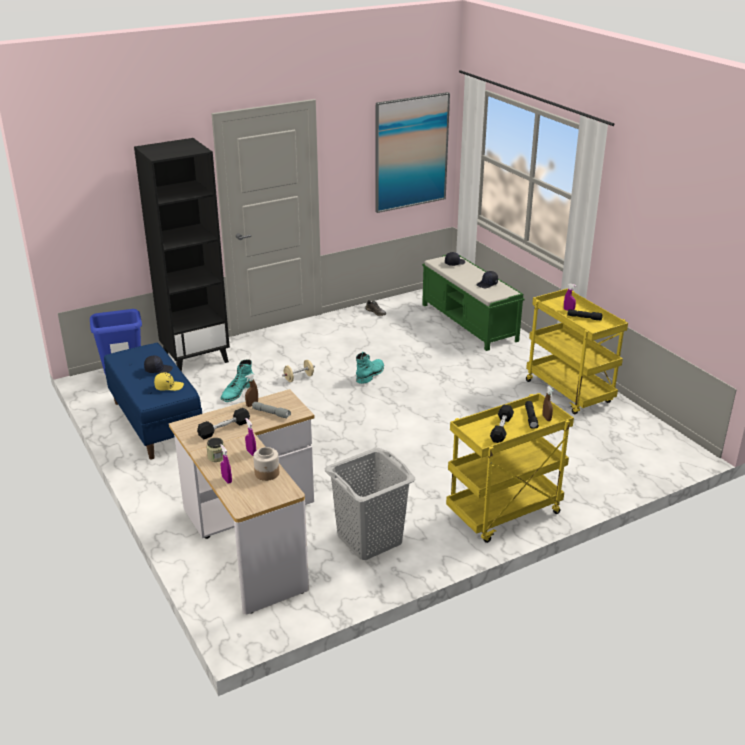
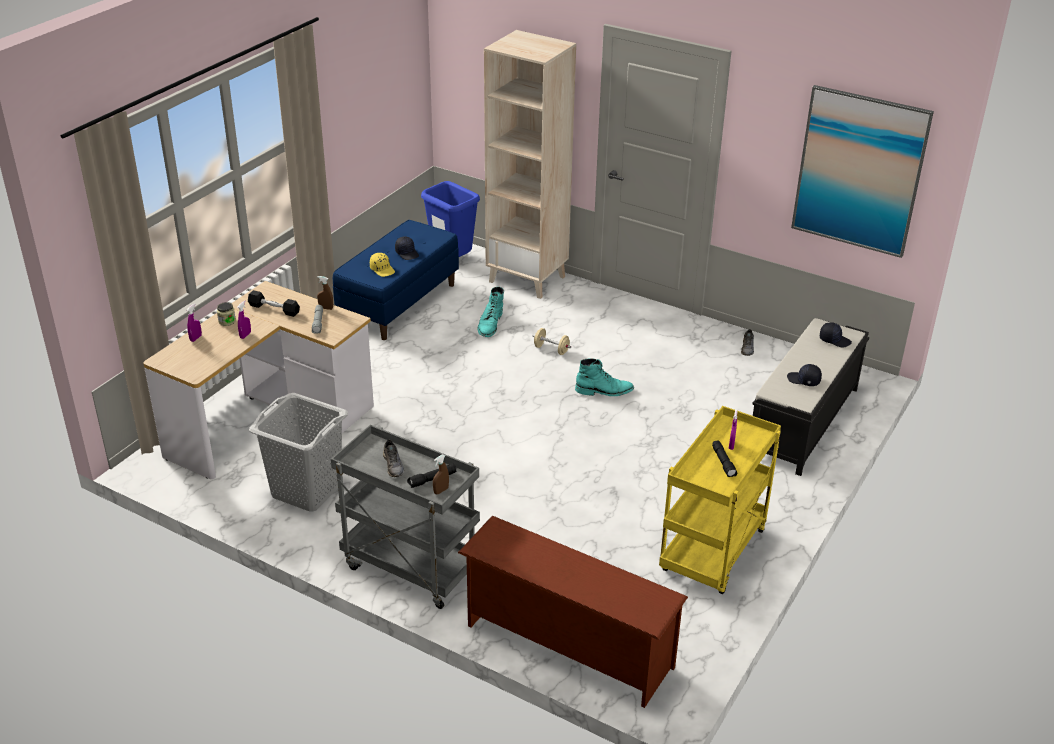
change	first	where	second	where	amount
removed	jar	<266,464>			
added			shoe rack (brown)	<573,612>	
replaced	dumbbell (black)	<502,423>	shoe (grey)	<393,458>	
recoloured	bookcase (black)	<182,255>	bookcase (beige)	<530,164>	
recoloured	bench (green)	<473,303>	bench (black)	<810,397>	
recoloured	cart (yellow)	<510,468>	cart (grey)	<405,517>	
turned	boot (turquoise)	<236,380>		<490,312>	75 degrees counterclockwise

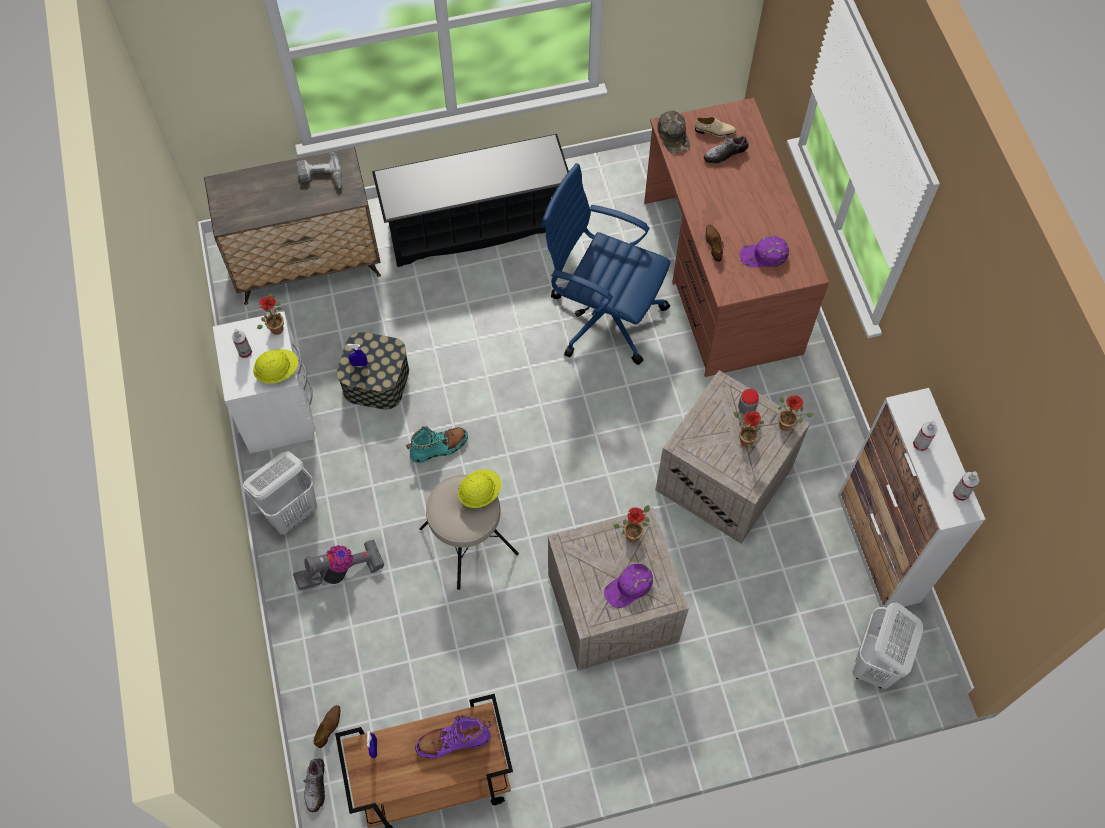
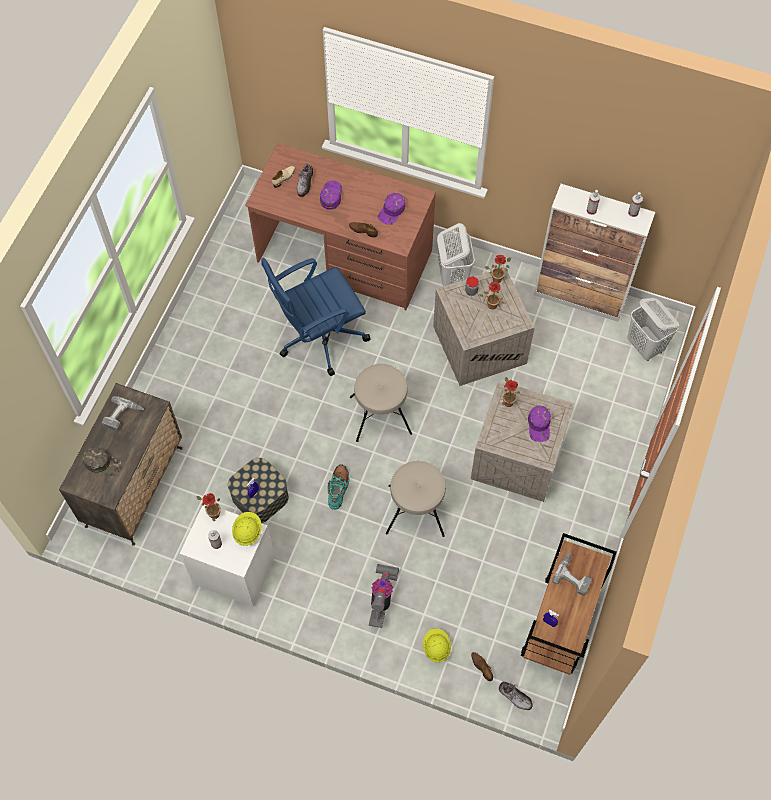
change	first	where	second	where	amount
removed	shoe rack (black)	<470,200>			
added			cap (purple)	<331,195>	
added			stool (beige)	<381,403>	
moved	laundry basket (white)	<280,493>		<456,255>	
moved	hard hat (yellow)	<479,488>		<437,645>	
moved	cap (green)	<673,131>		<102,461>	
replaced	boot (purple)	<453,737>	power drill	<572,574>	

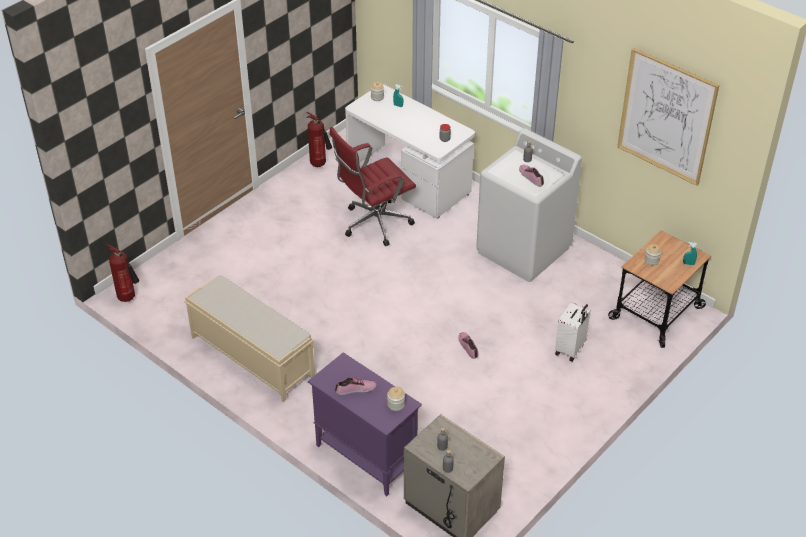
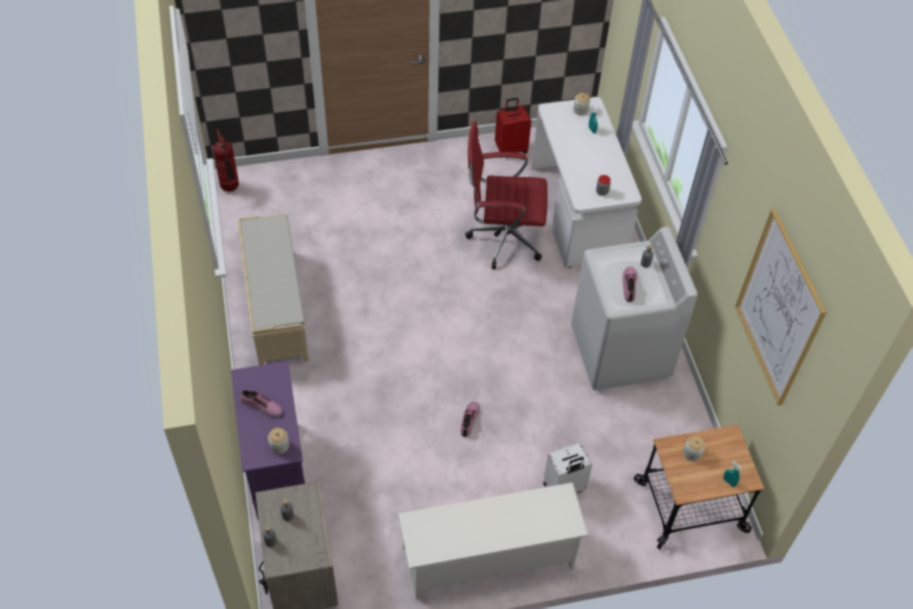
change	first	where	second	where	amount
added			shoe rack (white)	<493,540>	
replaced	fire extinguisher	<319,139>	suitcase (red)	<513,126>	

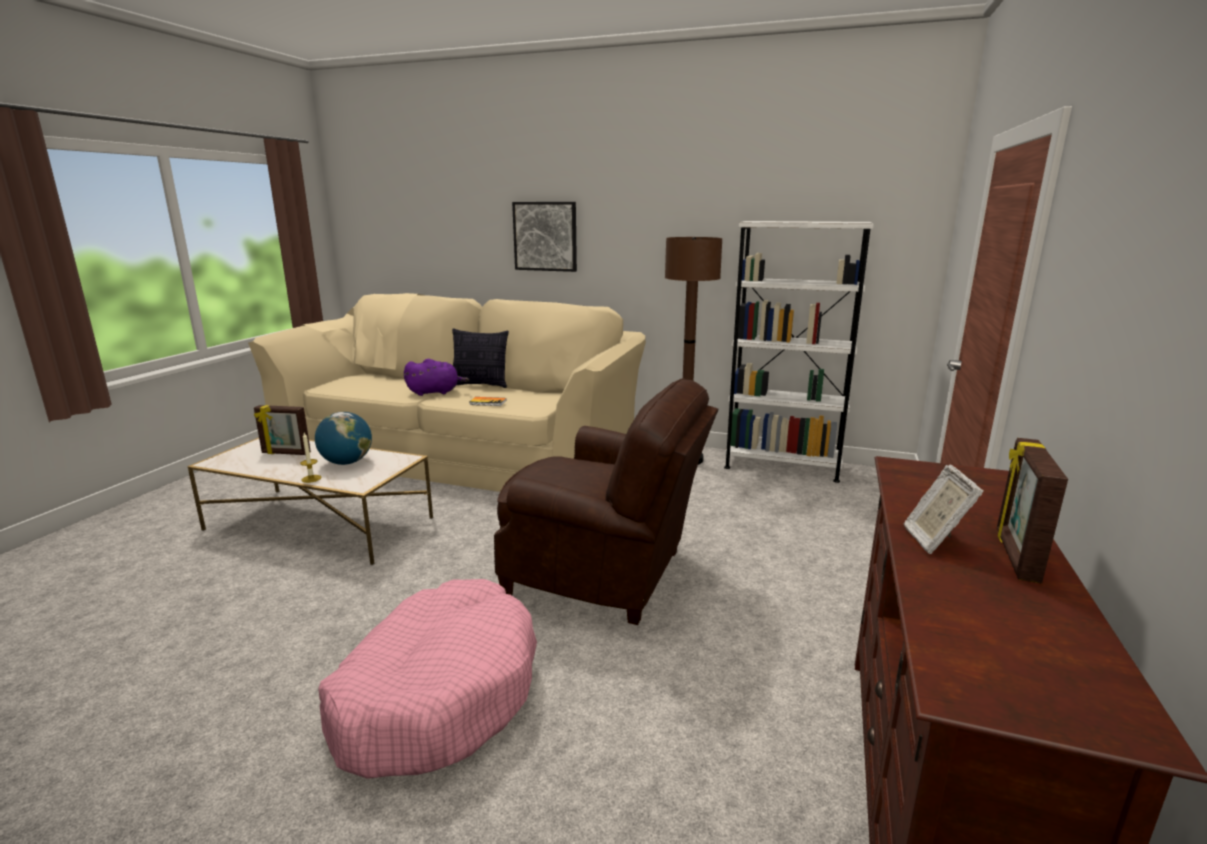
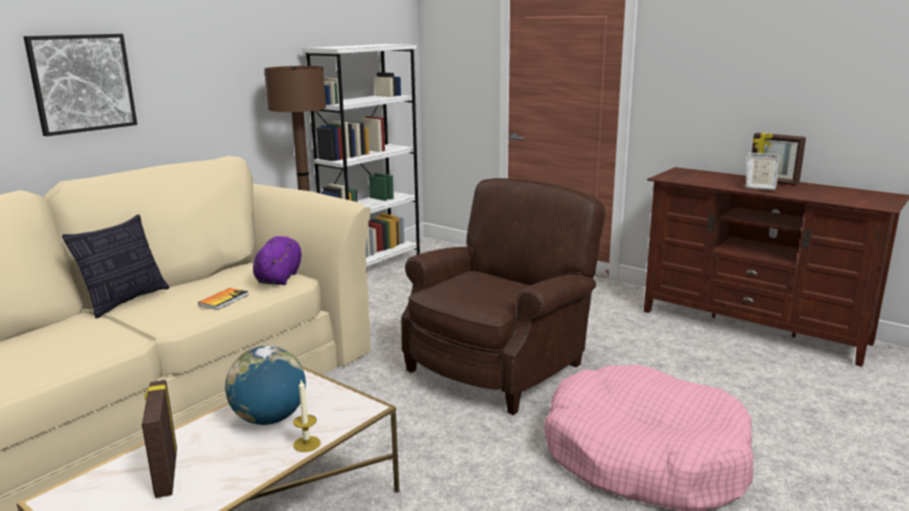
change	first	where	second	where	amount
moved	plush toy (purple)	<436,377>		<277,260>	
turned	picture frame	<282,430>		<159,439>	135 degrees clockwise

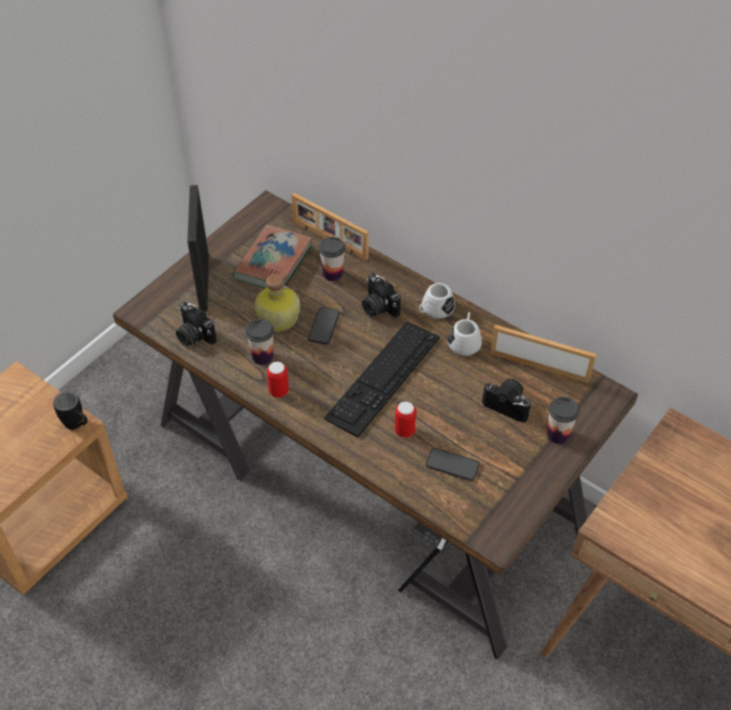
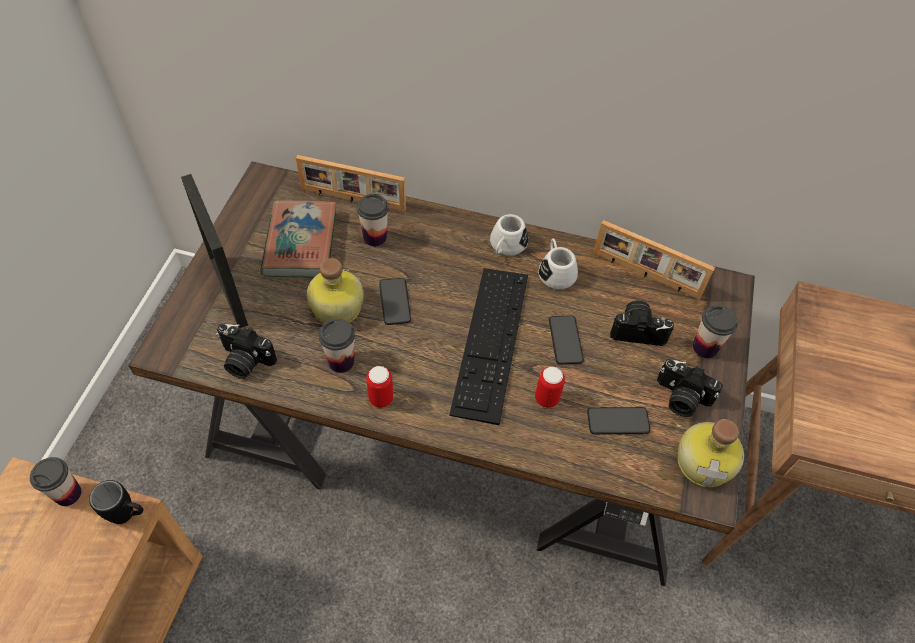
change	first	where	second	where	amount
added			cup	<55,481>	
added			phone	<566,340>	
added			bottle	<711,453>	
moved	photo camera	<381,295>		<690,388>	
turned	picture frame	<543,354>		<654,260>	150 degrees counterclockwise

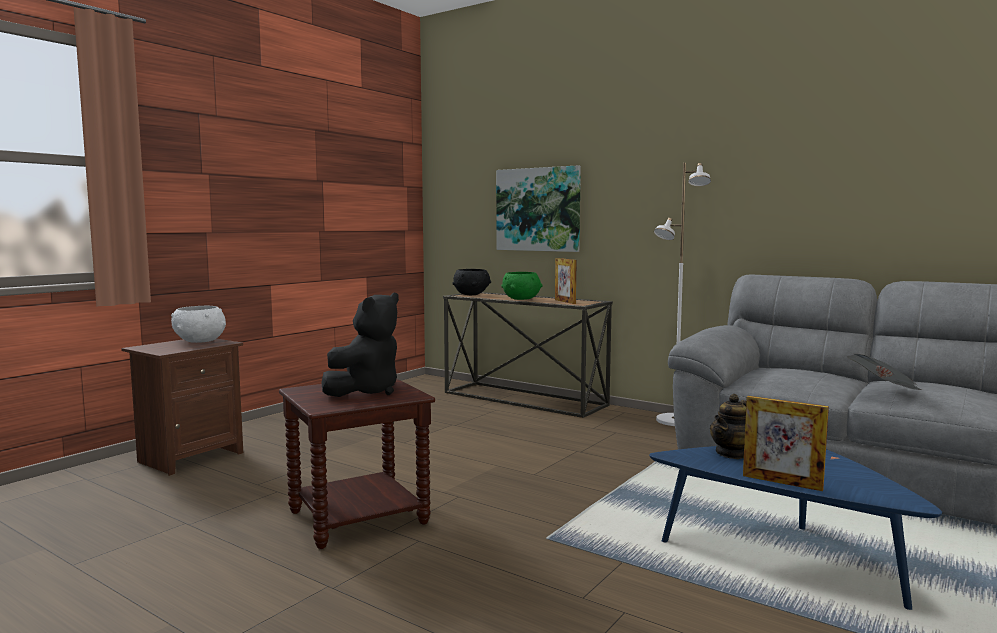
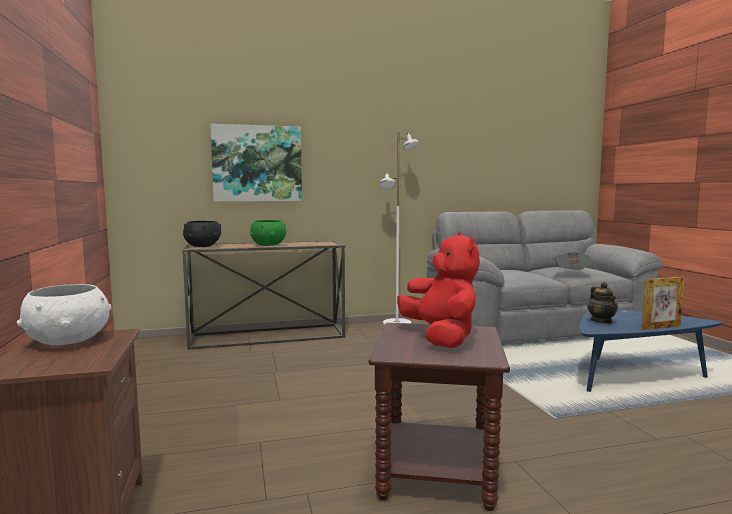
change	first	where	second	where	amount
removed	picture frame	<566,281>			
recoloured	plush toy (black)	<360,345>	plush toy (red)	<438,290>	

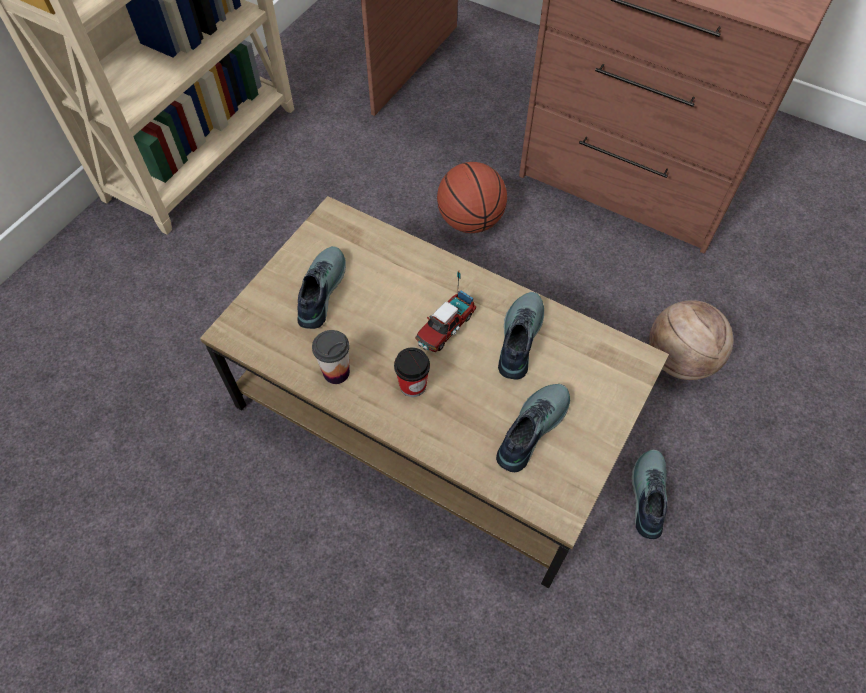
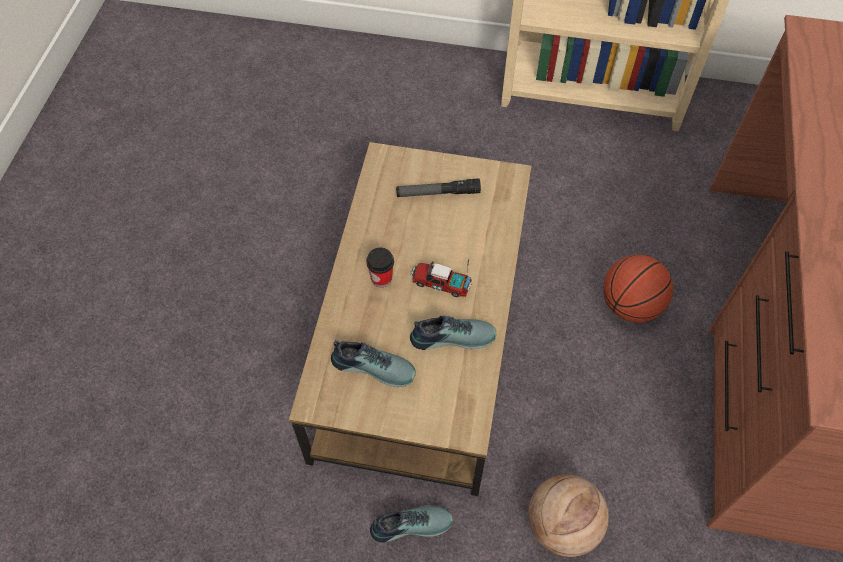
change	first	where	second	where	amount
removed	cup	<331,357>			
replaced	shoe	<321,287>	flashlight	<438,187>	

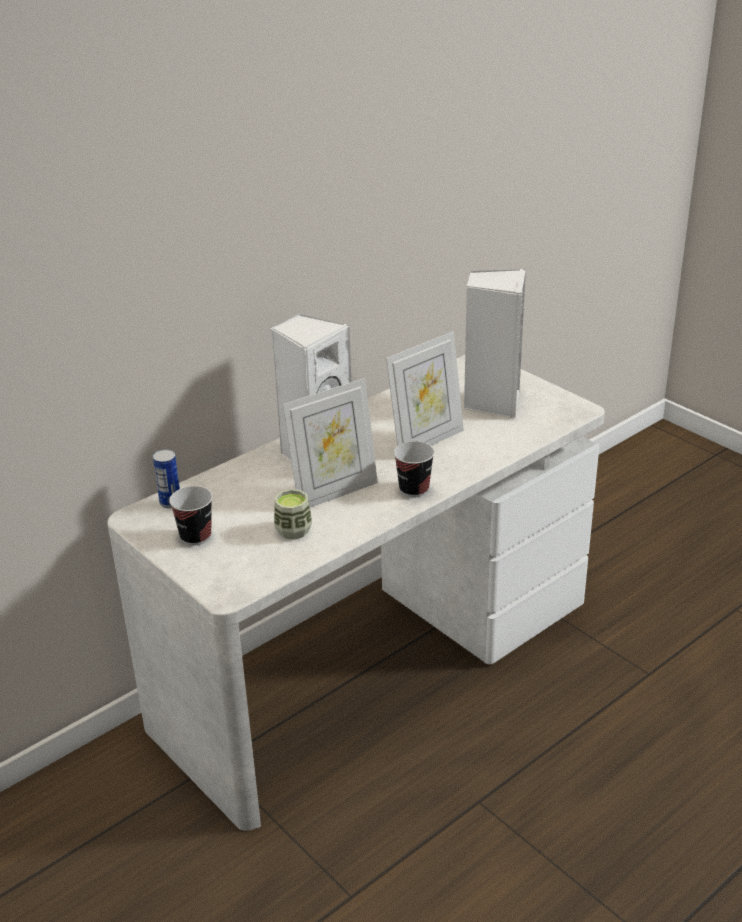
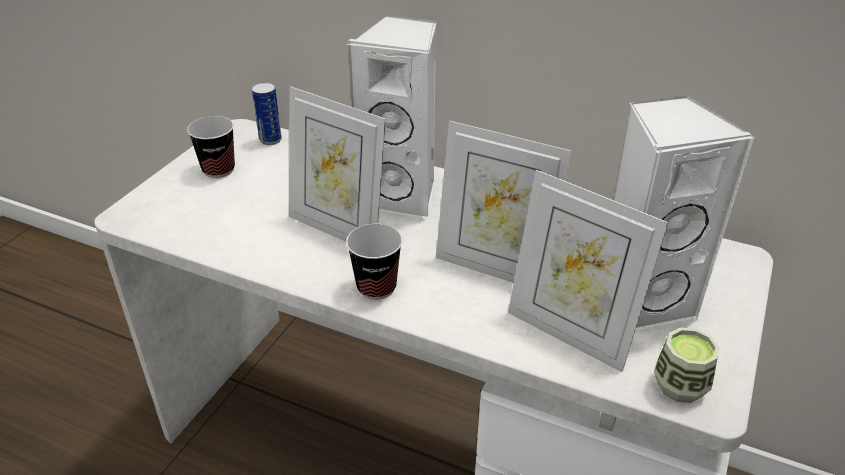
change	first	where	second	where	amount
added			picture frame	<588,271>	
moved	cup	<293,514>		<686,365>	

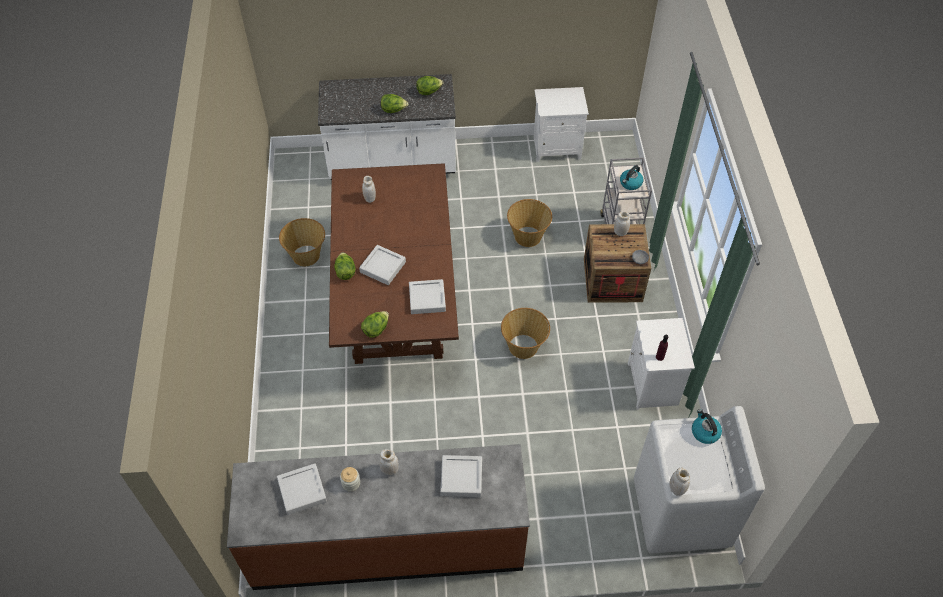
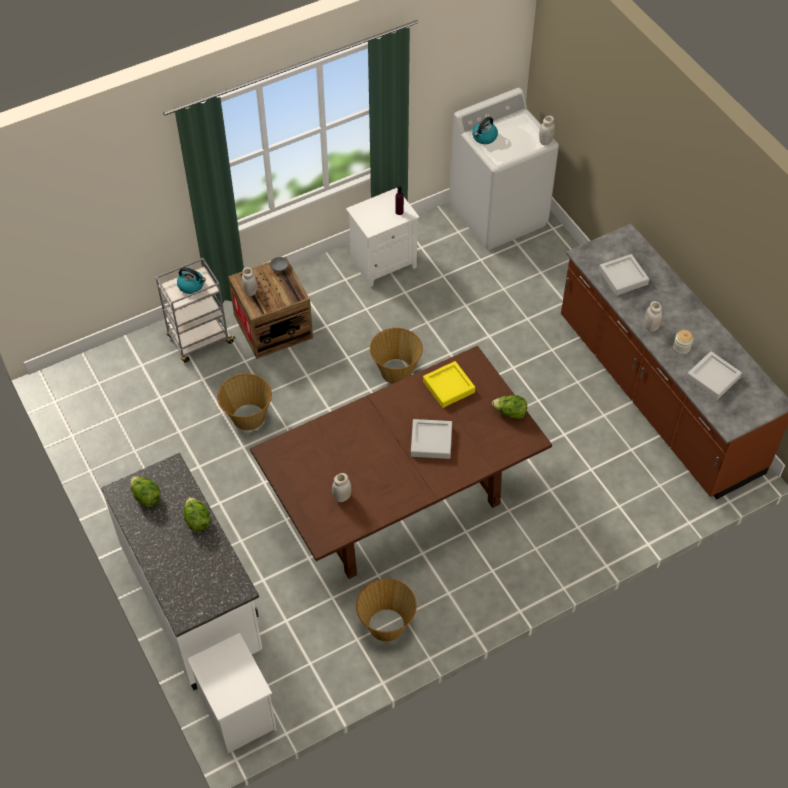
change	first	where	second	where	amount
removed	lettuce	<345,266>			
moved	nightstand (white)	<561,124>		<232,693>	
recoloured	tray (grey)	<427,296>	tray (yellow)	<449,384>	

